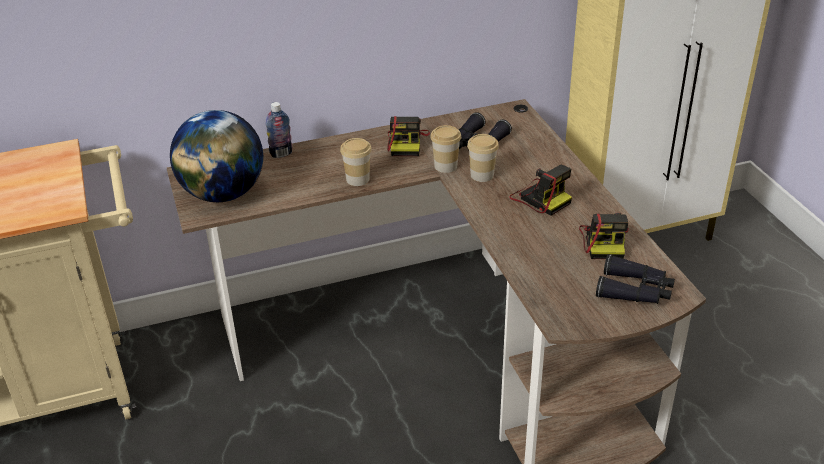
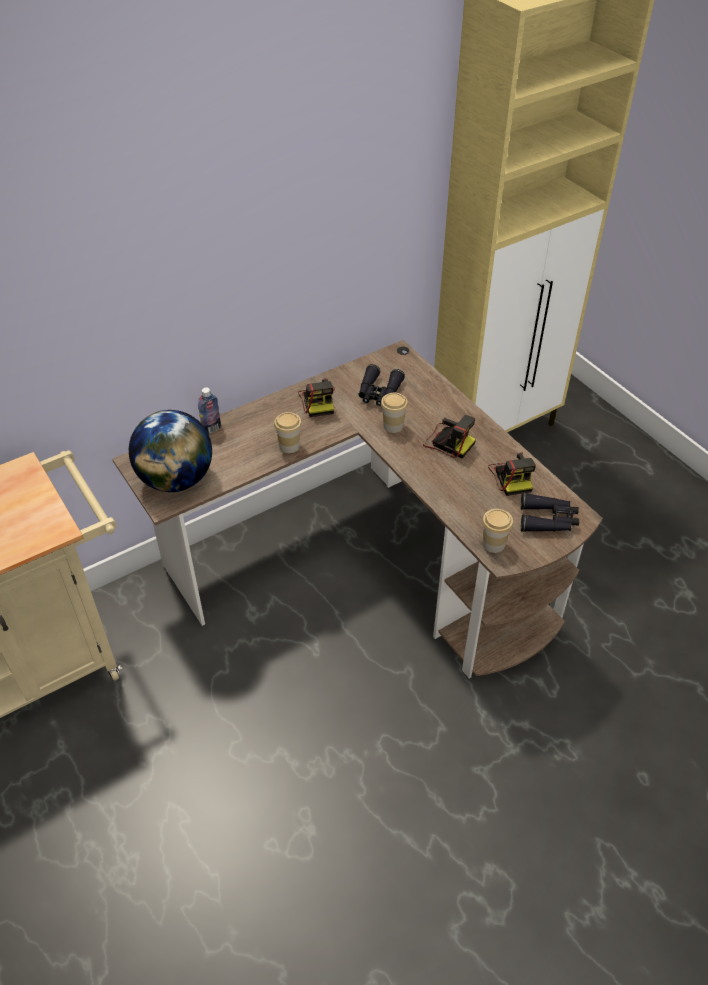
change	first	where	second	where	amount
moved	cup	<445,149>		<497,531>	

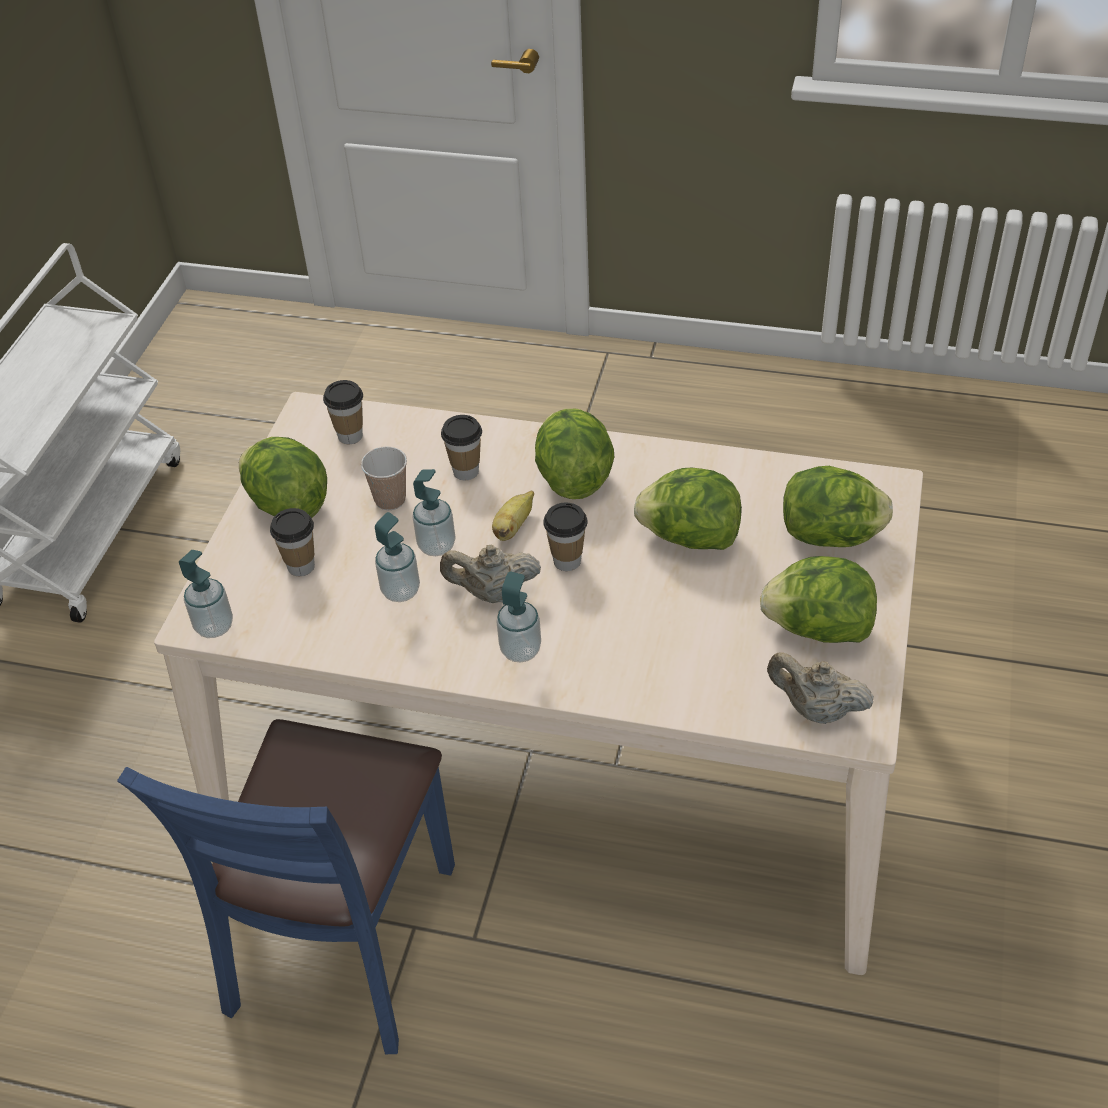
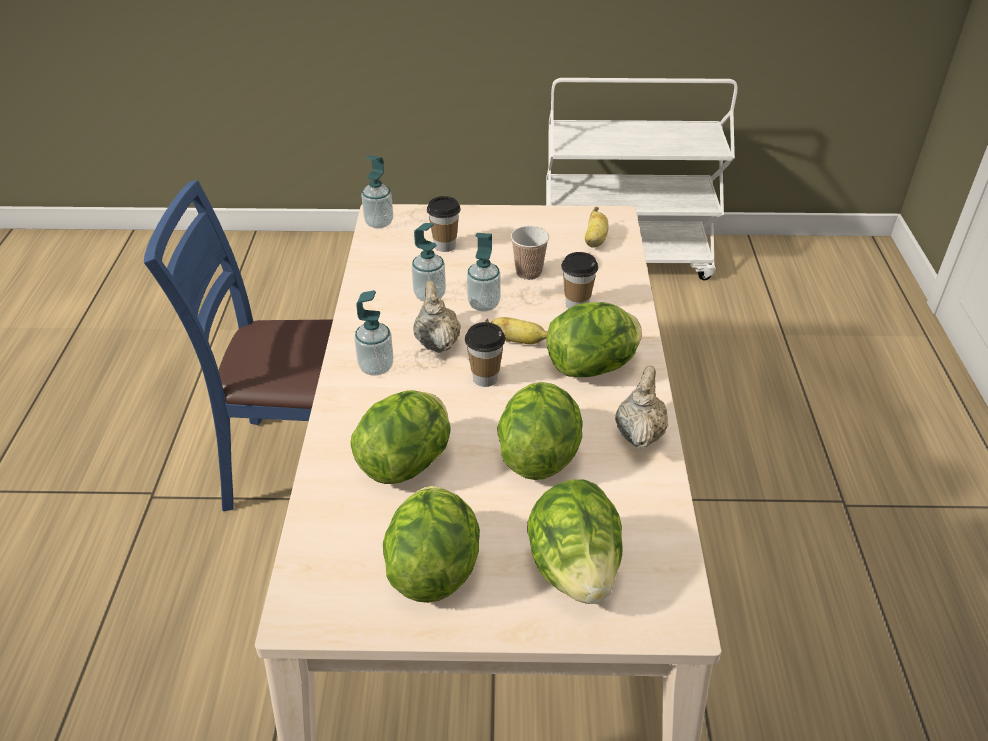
change	first	where	second	where	amount
moved	lettuce	<283,477>		<400,437>	
moved	teapot (beige)	<820,688>		<641,406>	
replaced	cup	<343,412>	banana	<597,227>	

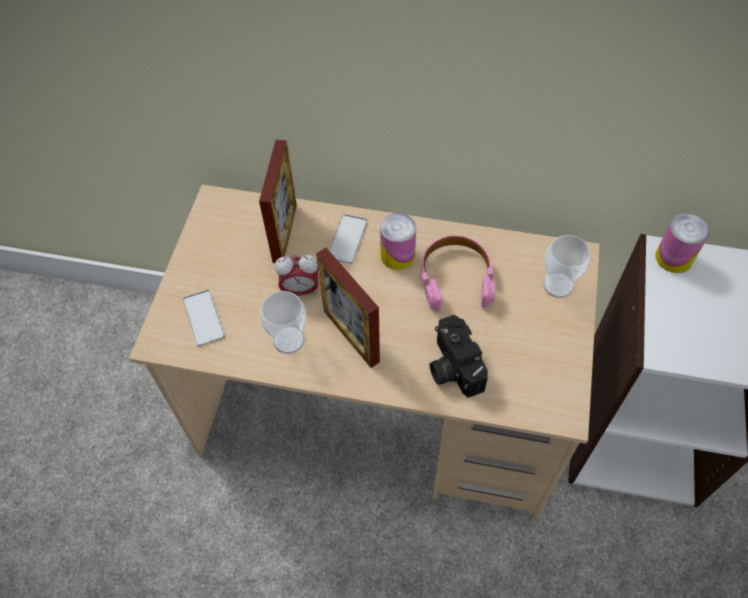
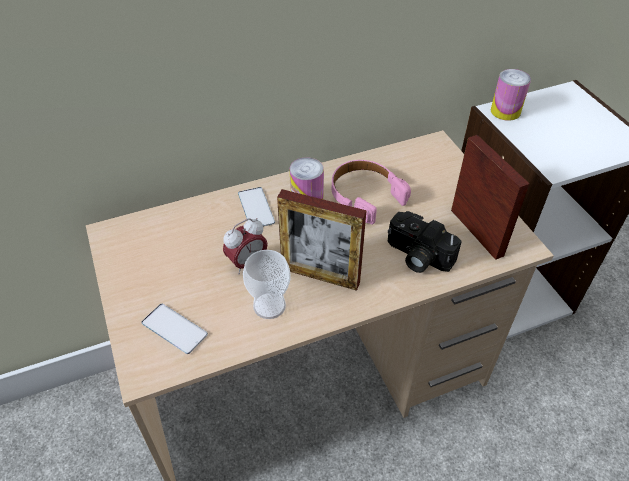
change	first	where	second	where	amount
removed	cup	<566,266>			
moved	picture frame	<278,201>		<490,197>	

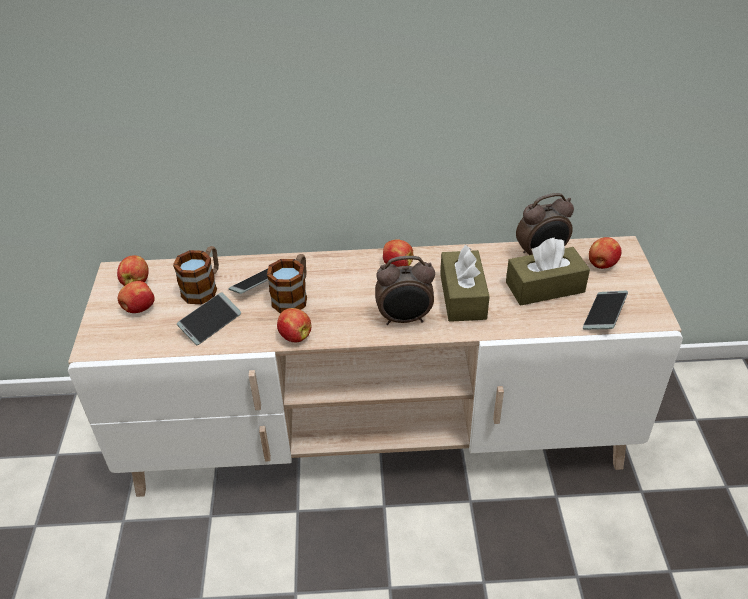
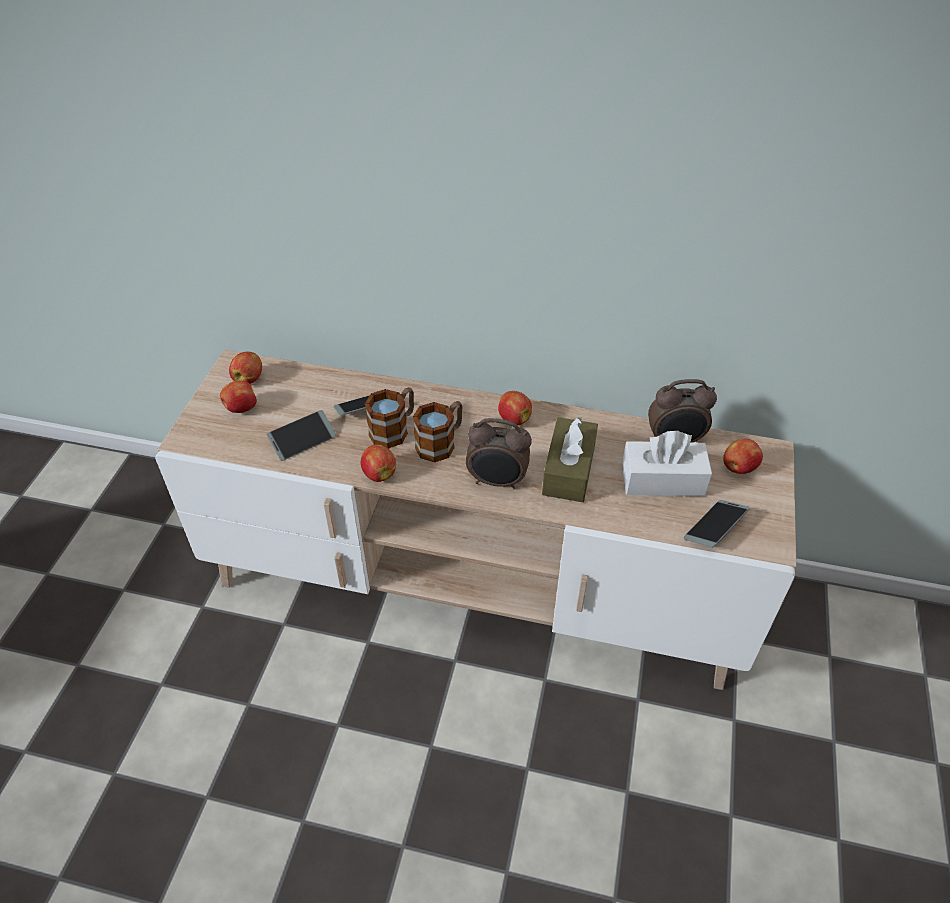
change	first	where	second	where	amount
moved	mug	<196,275>		<438,431>	
recoloured	tissue box (brown)	<548,272>	tissue box (white)	<667,463>	

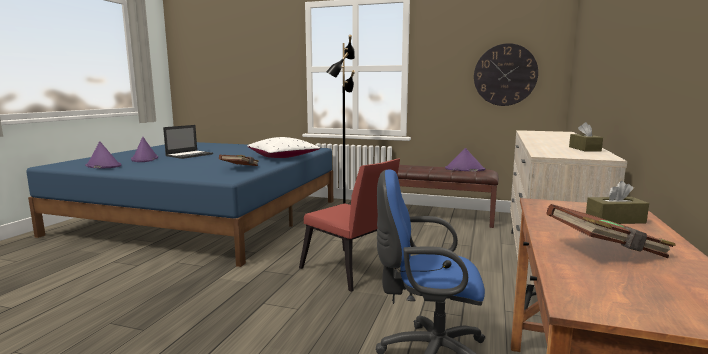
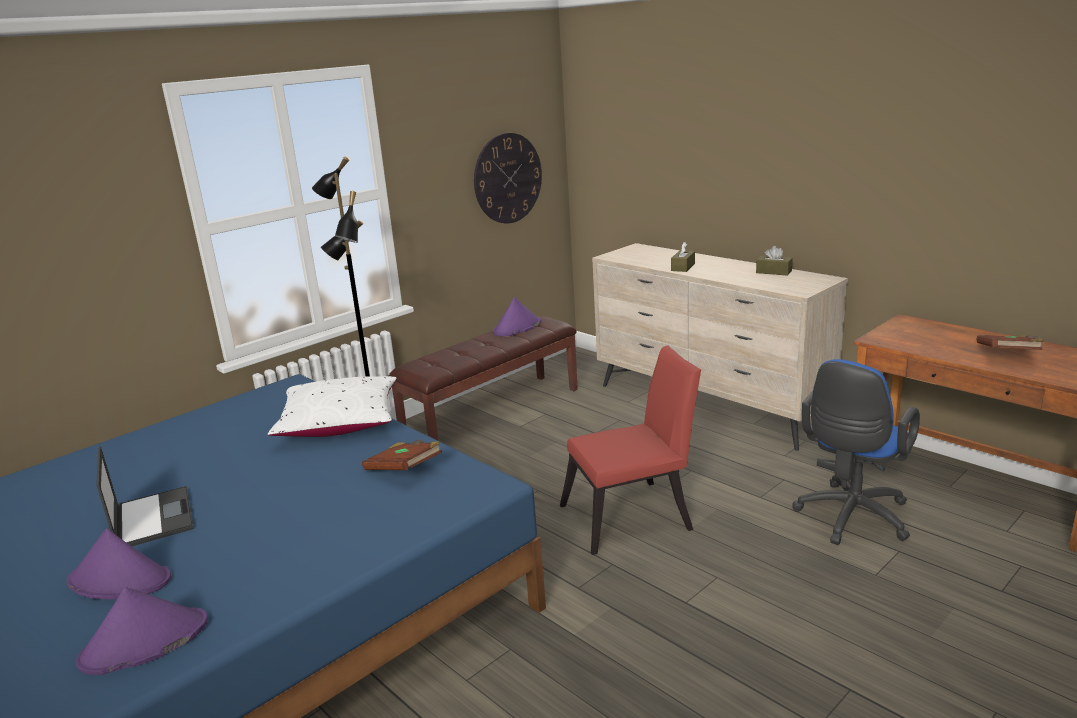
change	first	where	second	where	amount
moved	tissue box (brown)	<617,202>		<683,257>	

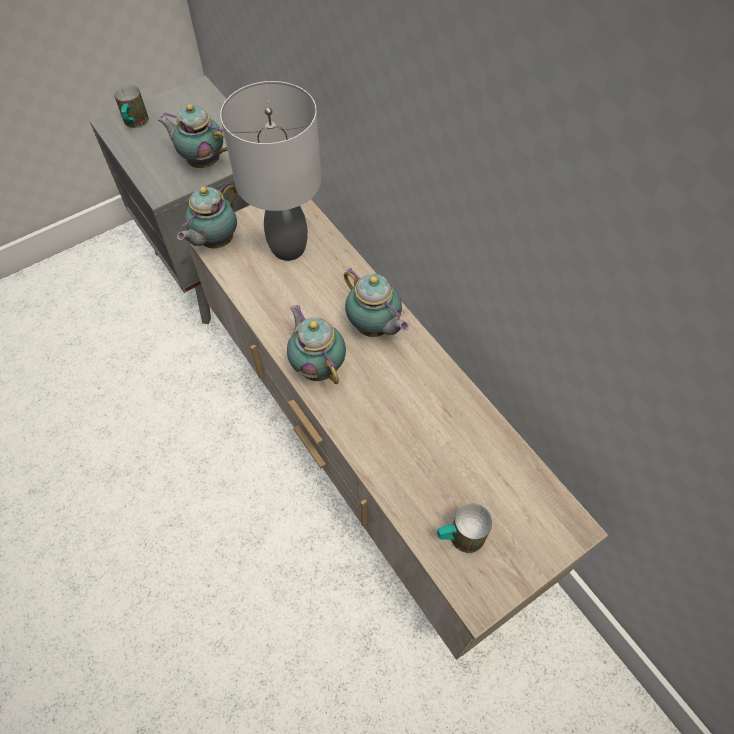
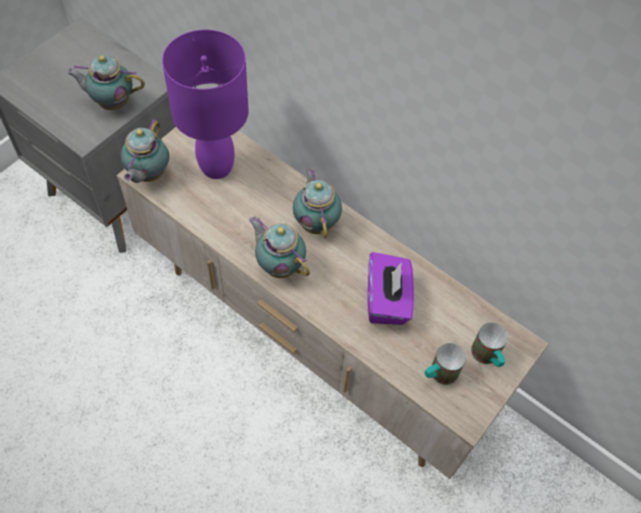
change	first	where	second	where	amount
added			tissue box (purple)	<391,288>	
moved	mug	<131,106>		<489,345>	
recoloured	table lamp (grey)	<271,171>	table lamp (purple)	<205,104>	
turned	teapot	<376,302>		<317,203>	135 degrees counterclockwise

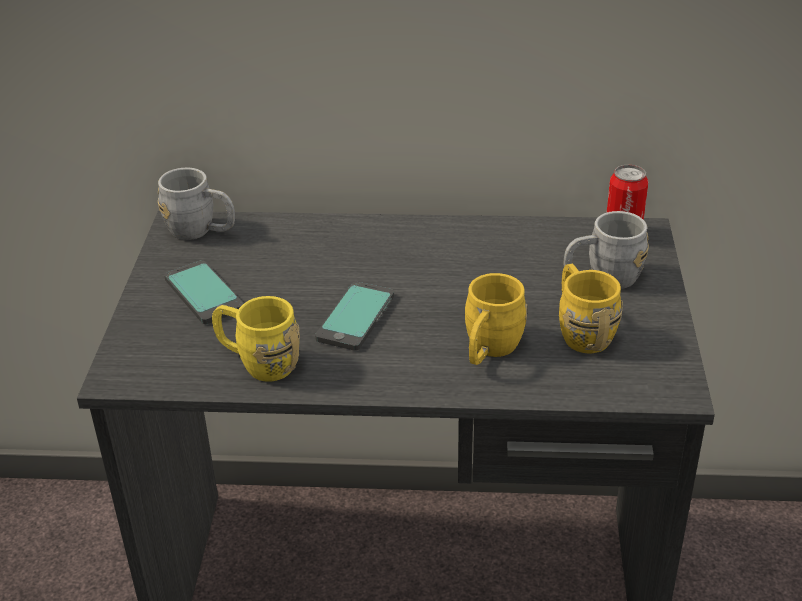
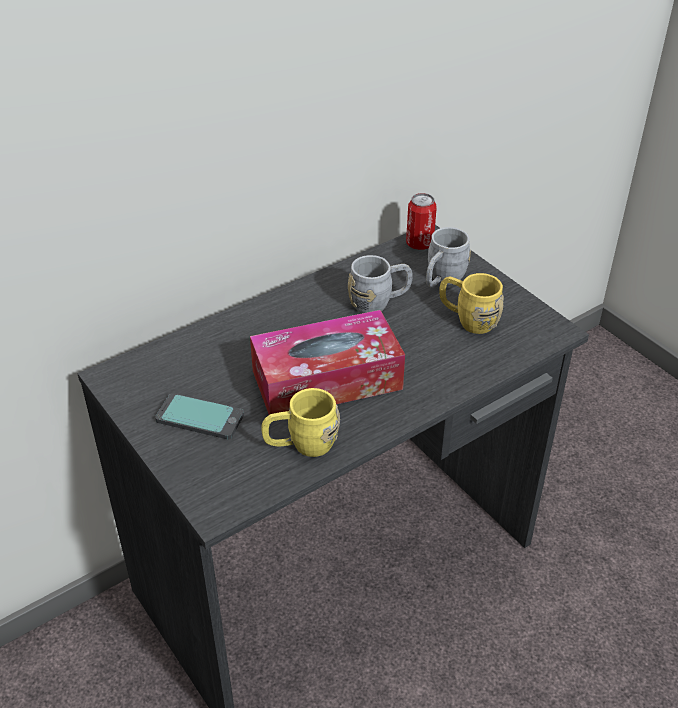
change	first	where	second	where	amount
removed	mug (yellow)	<496,319>			
moved	mug (grey)	<196,204>		<380,284>	
replaced	phone	<354,316>	tissue box	<327,362>	

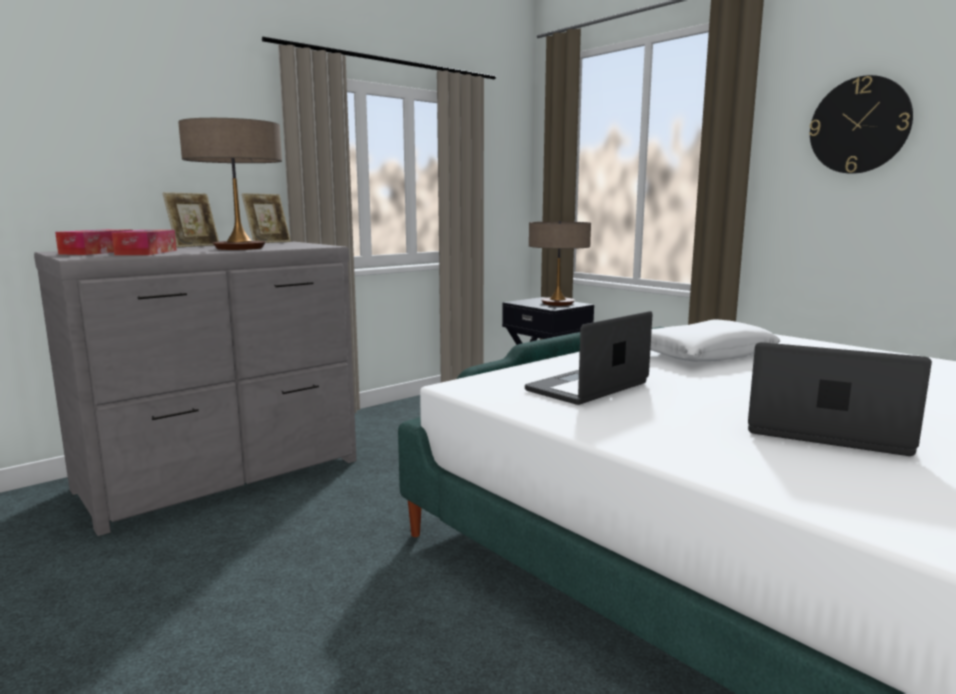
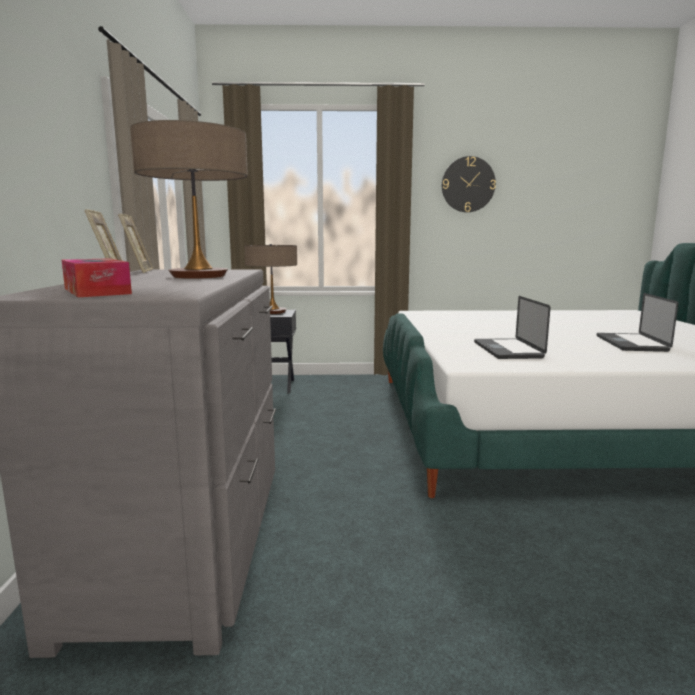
change	first	where	second	where	amount
removed	tissue box	<144,242>			
removed	pillow (white)	<715,340>			
turned	laptop	<840,399>		<637,322>	60 degrees counterclockwise

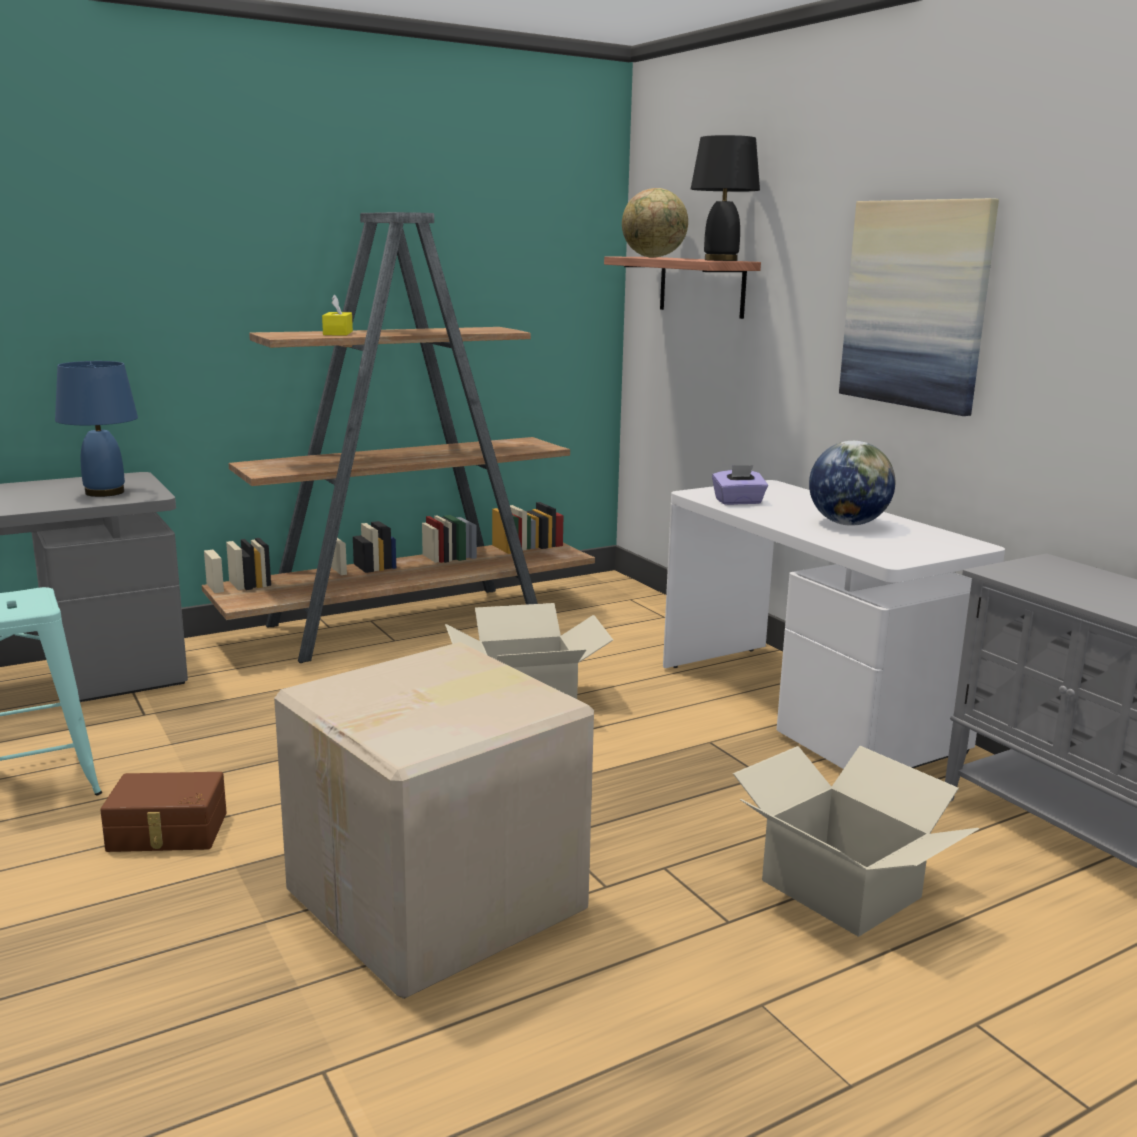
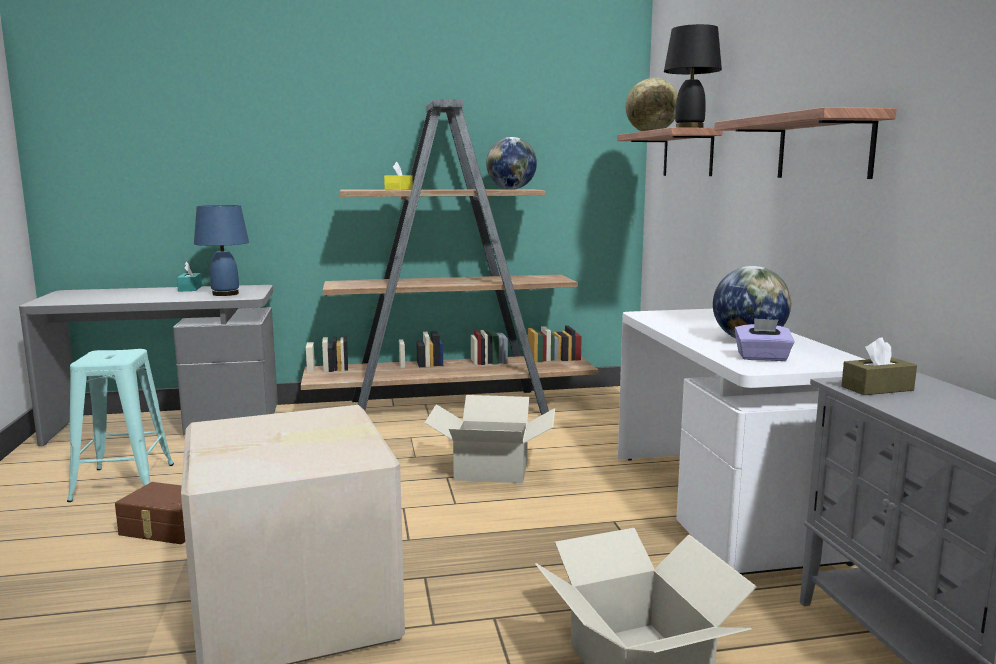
change	first	where	second	where	amount
added			tissue box (turquoise)	<189,277>	
added			globe	<511,163>	
added			tissue box (brown)	<879,366>	
moved	tissue box (purple)	<740,485>		<765,339>	
replaced	picture	<919,307>	shelf	<805,143>	

